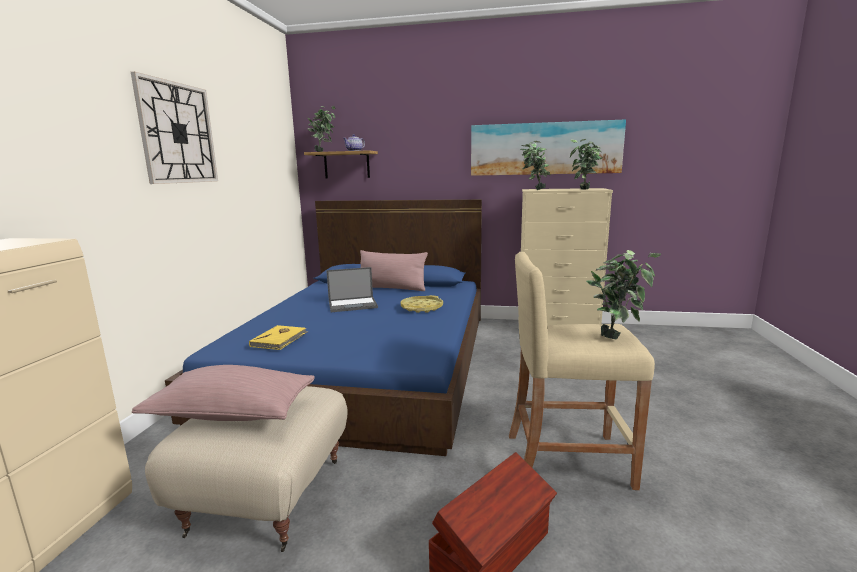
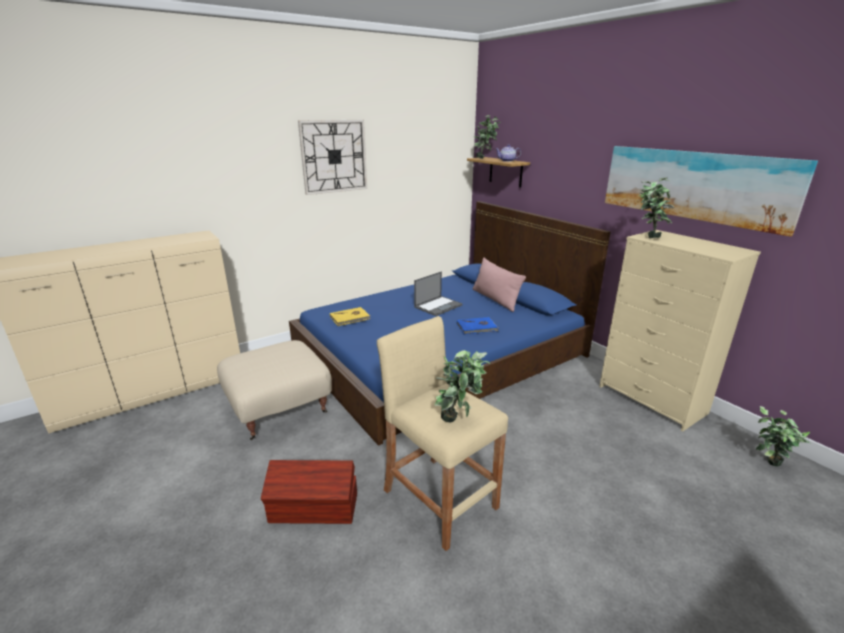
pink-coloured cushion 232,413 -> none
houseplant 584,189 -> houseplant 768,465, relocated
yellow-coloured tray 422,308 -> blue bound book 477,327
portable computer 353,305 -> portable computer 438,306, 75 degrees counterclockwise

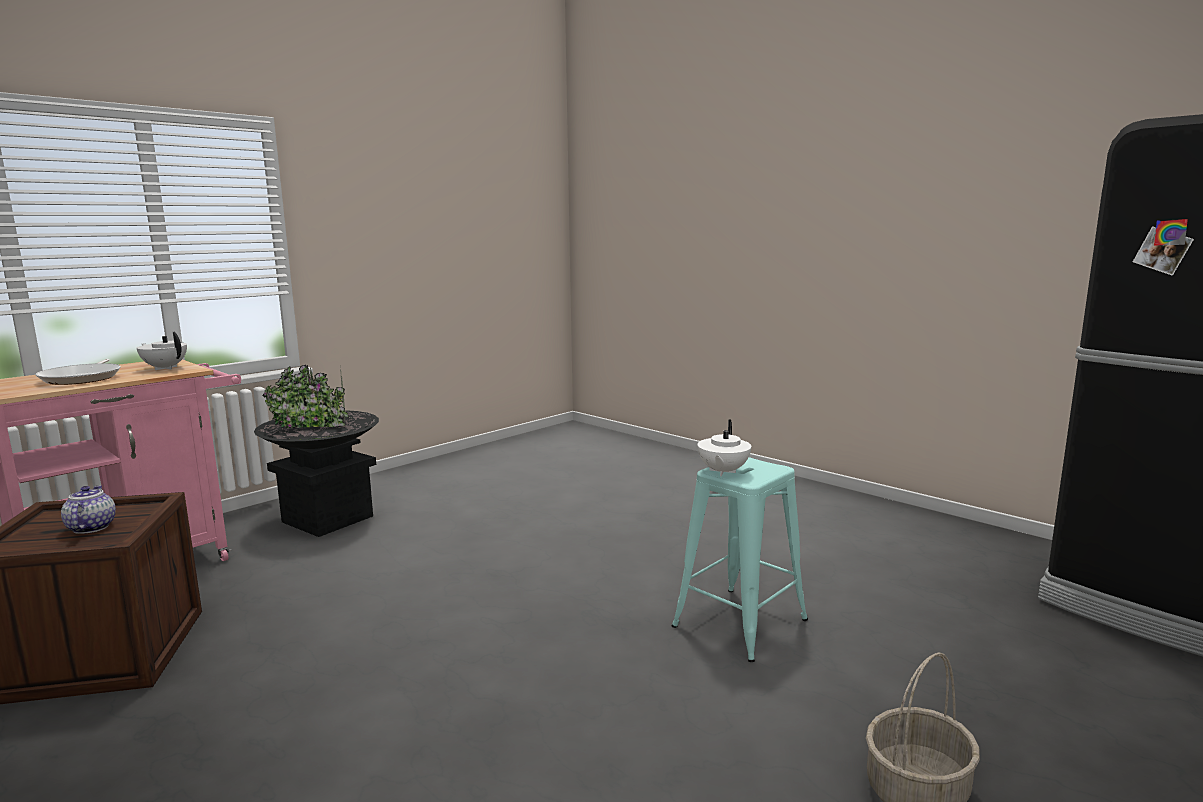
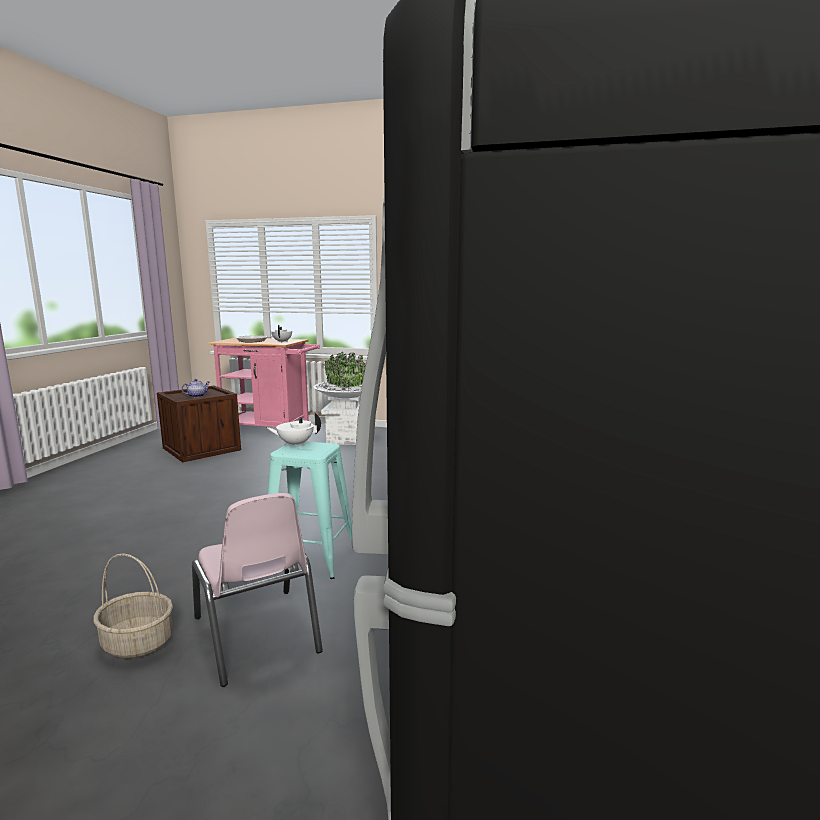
none -> pink-coloured plain chair 257,634
black flower pot 328,519 -> white-coloured flower pot 347,439

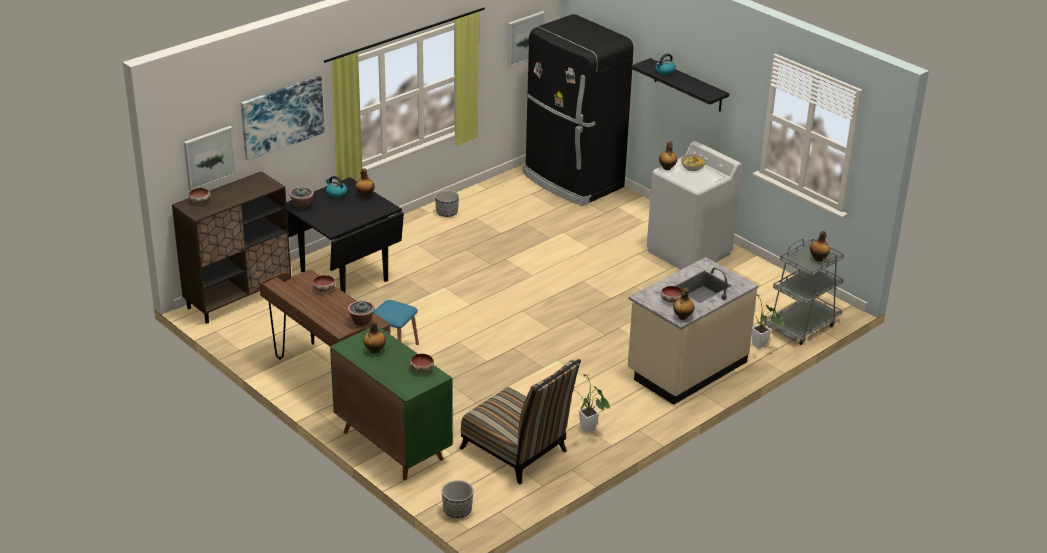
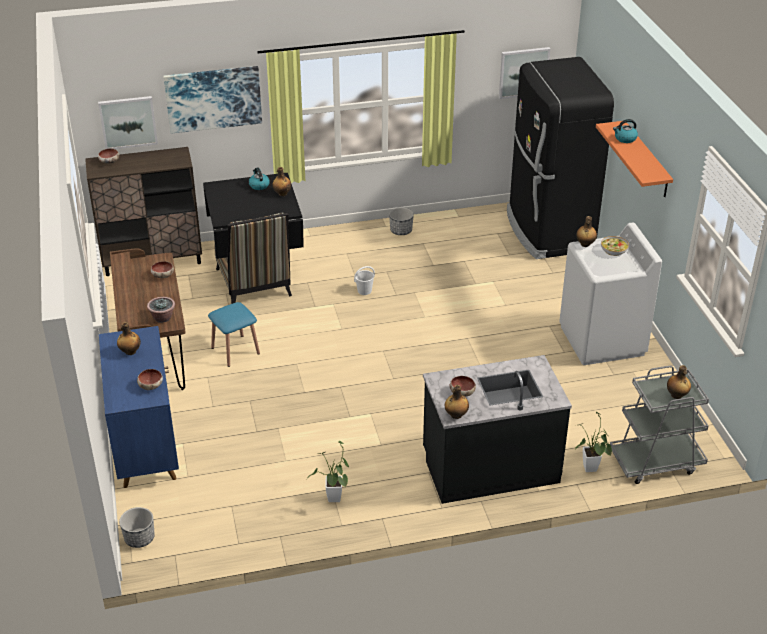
houseplant 302,205 -> none
none -> white-coloured pail 364,291
plain chair 518,453 -> plain chair 254,285, relocated
green-coloured cupboard 392,445 -> blue cupboard 146,447
sand-coloured counter 686,367 -> black counter 490,467
black bracket shelf 688,85 -> orangey bracket shelf 646,160

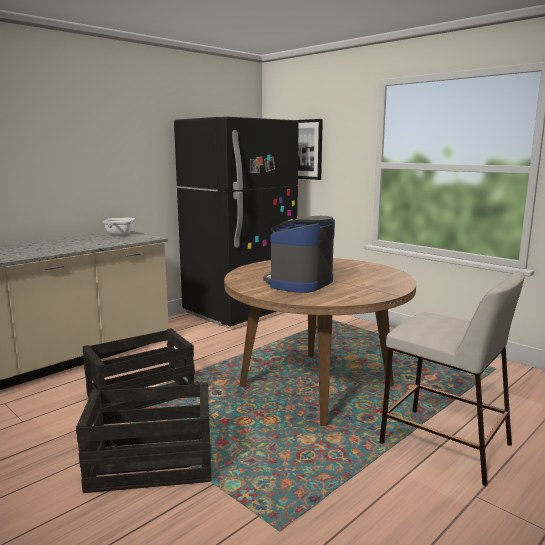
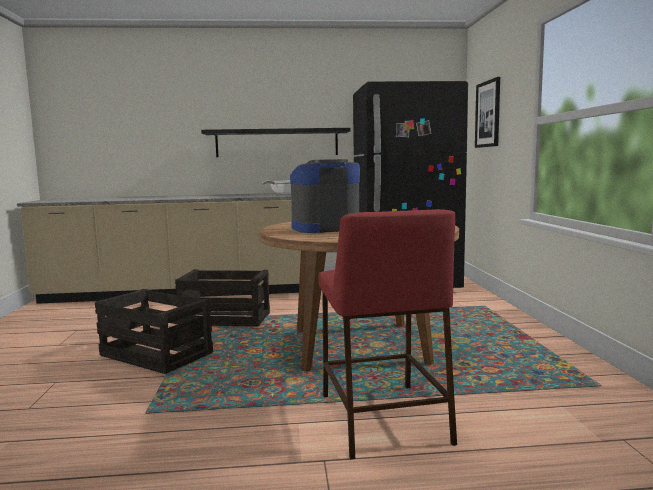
none -> black bracket shelf 277,143
sand-coloured stool seat 443,443 -> red-coloured stool seat 382,417

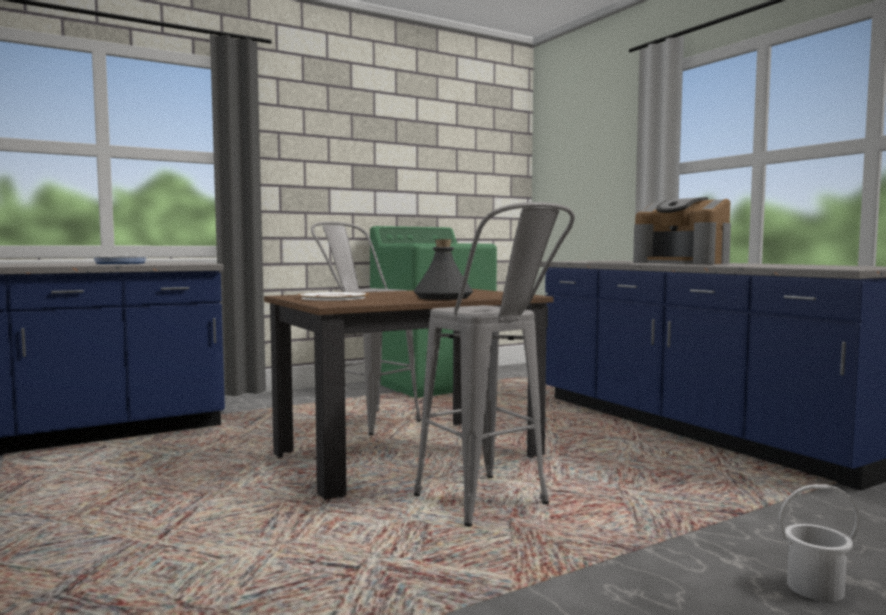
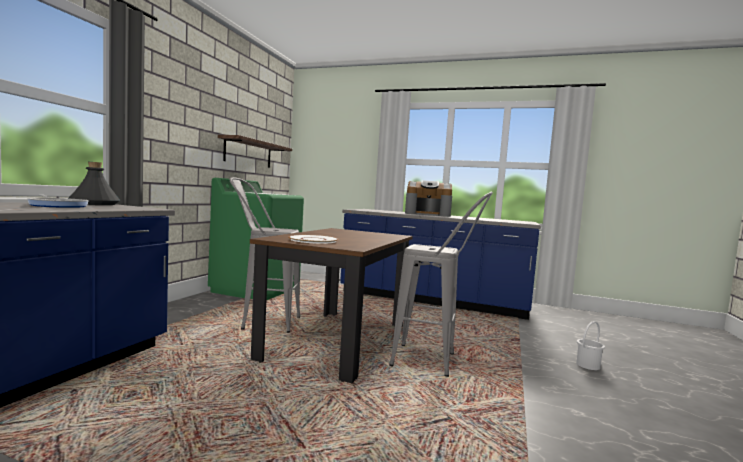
none -> bracket shelf 248,153
greyish beverage bottle 443,298 -> greyish beverage bottle 94,204, relocated

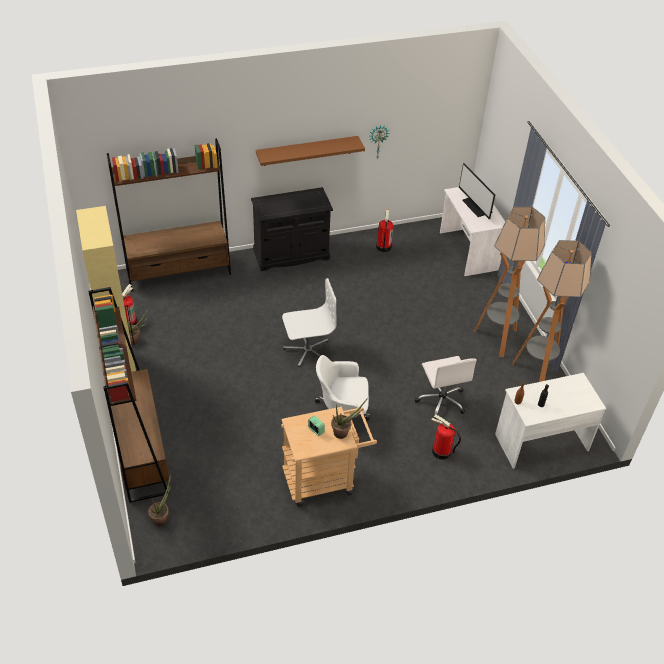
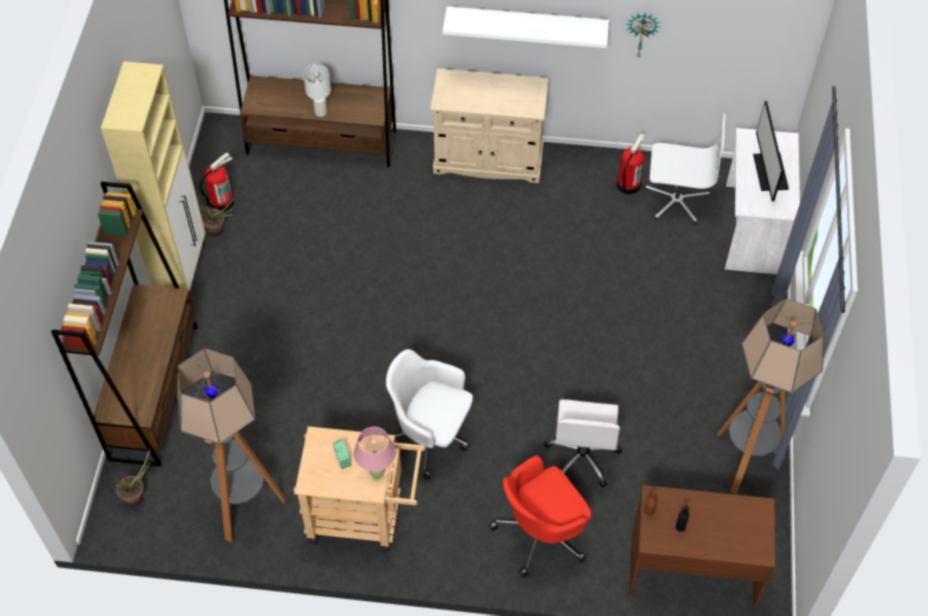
none -> white-coloured tabletop lamp 321,112
white-coloured computer chair 307,350 -> white-coloured computer chair 676,200, relocated
floor lamp 497,339 -> floor lamp 245,506, relocated
houseplant 344,433 -> pink-coloured tabletop lamp 377,475
fire extinguisher 441,451 -> red-coloured computer chair 541,533
black cupboard 291,254 -> sand-coloured cupboard 488,159
brown-coloured bracket shelf 307,151 -> white-coloured bracket shelf 527,23
white-coloured desk unit 540,441 -> brown-coloured desk unit 692,569

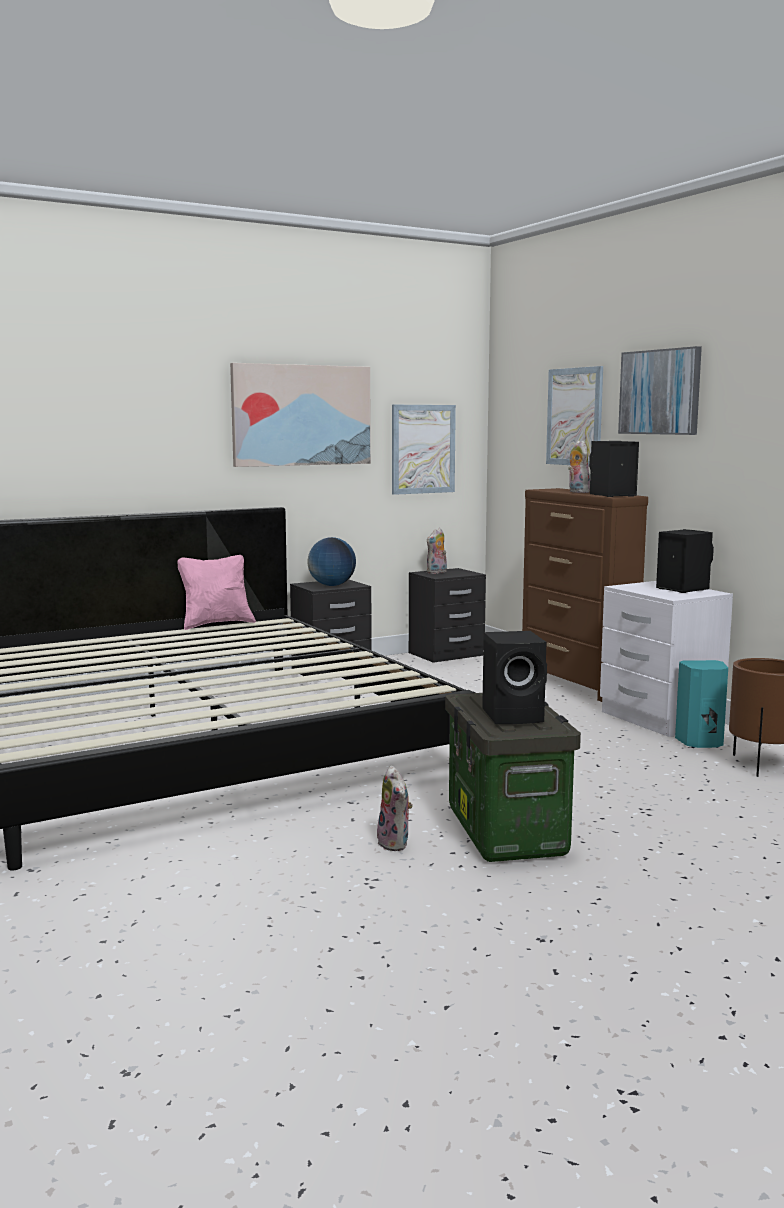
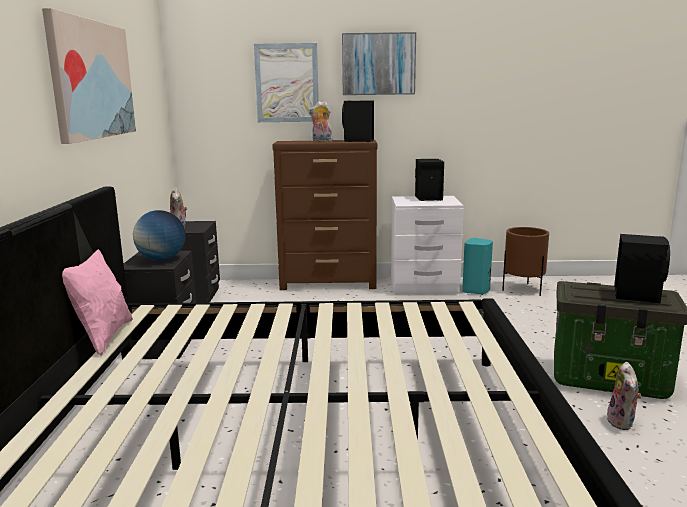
picture 423,449 -> none
cuddly toy 396,843 -> cuddly toy 622,422, 90 degrees clockwise

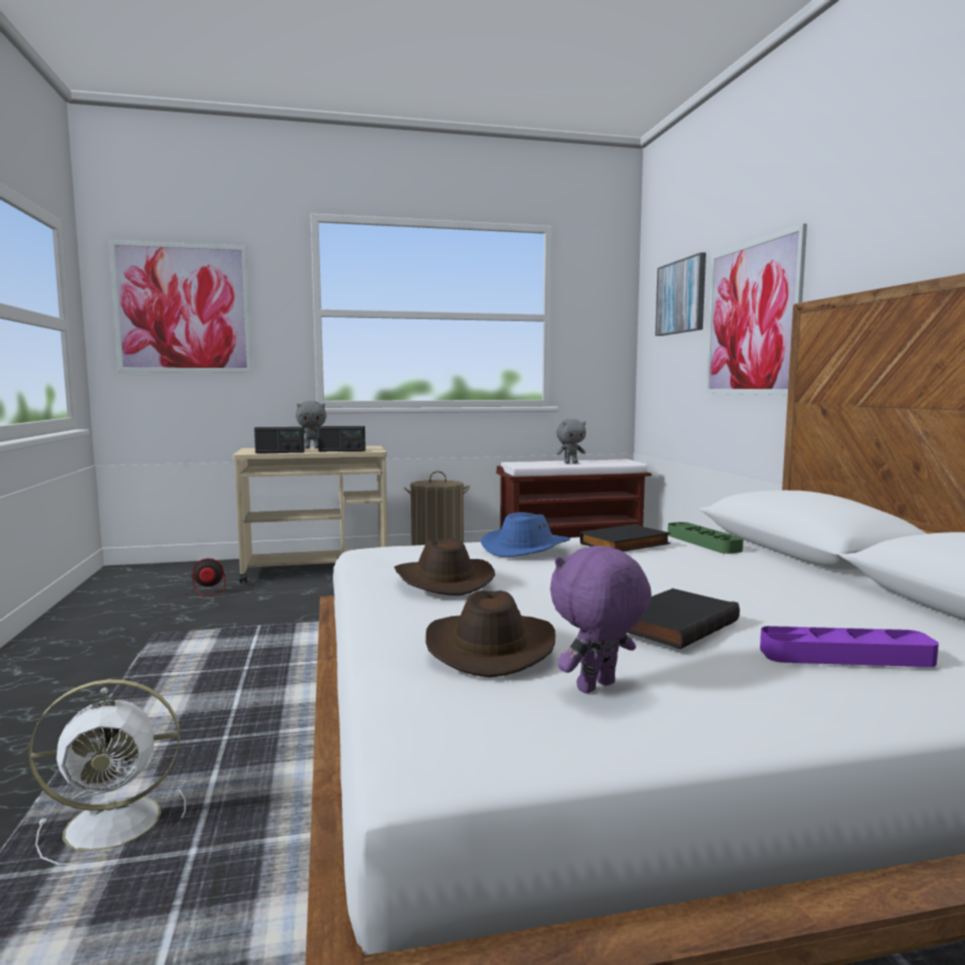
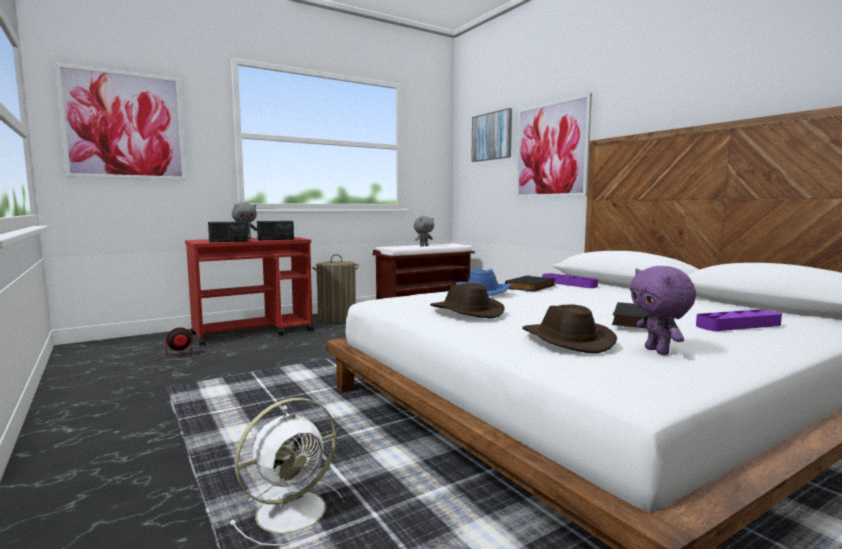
sand-coloured cart 317,570 -> red-coloured cart 254,332
green-coloured tray 703,542 -> purplish tray 569,284
purplish cuddly toy 597,688 -> purplish cuddly toy 658,351, 45 degrees counterclockwise

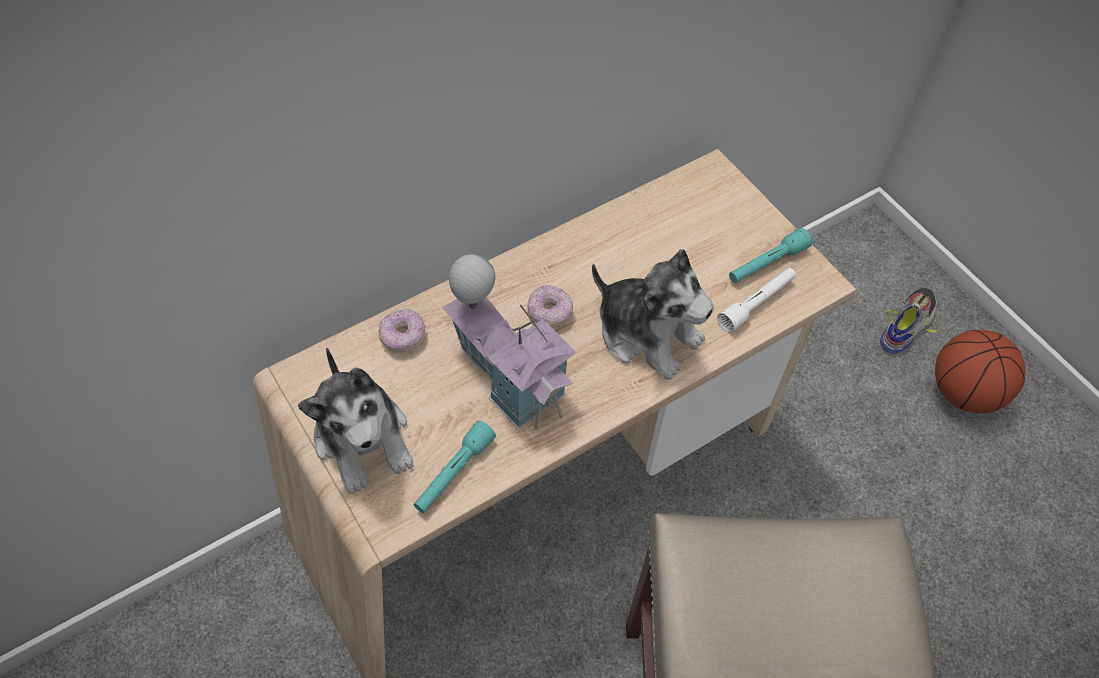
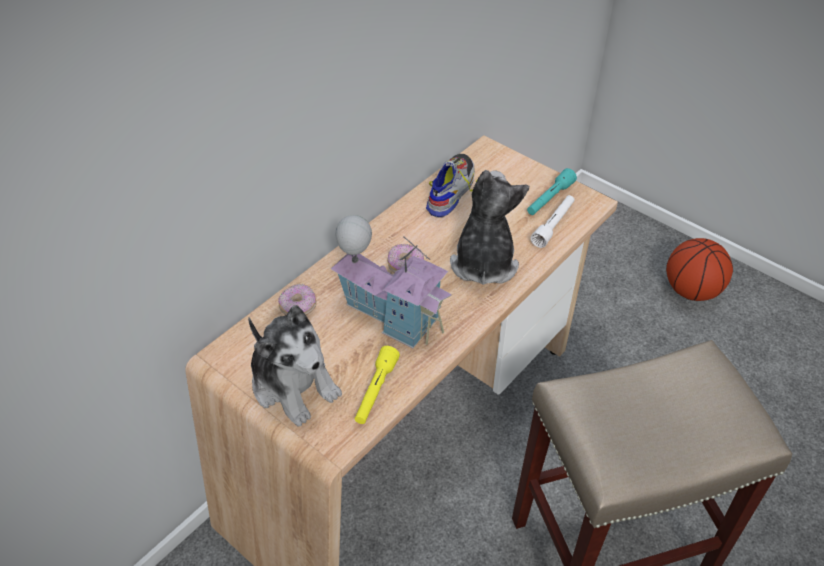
item of footwear 907,324 -> item of footwear 450,189, relocated
turquoise-coloured hand torch 454,473 -> yellow-coloured hand torch 375,391
cuddly toy 647,334 -> cuddly toy 483,262, 105 degrees counterclockwise

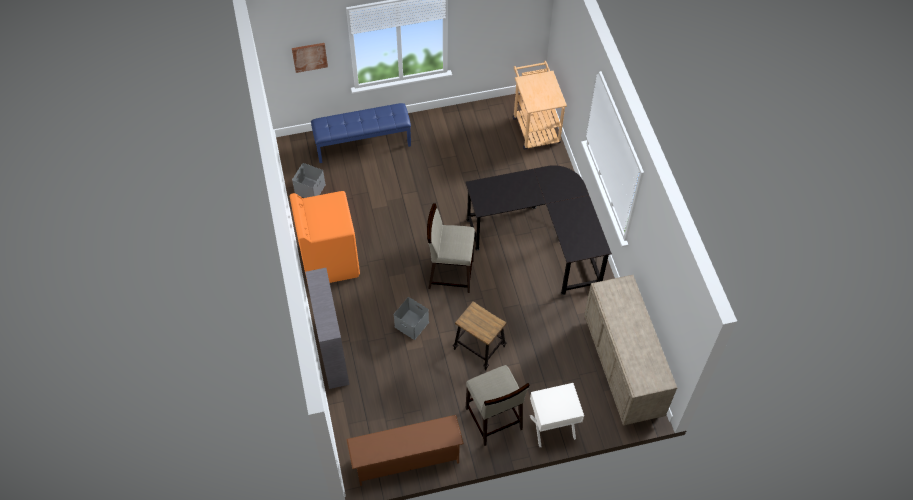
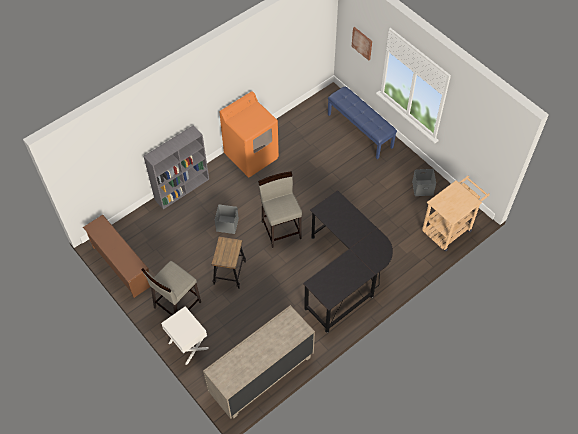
greyish storage container 310,188 -> greyish storage container 423,187, relocated

